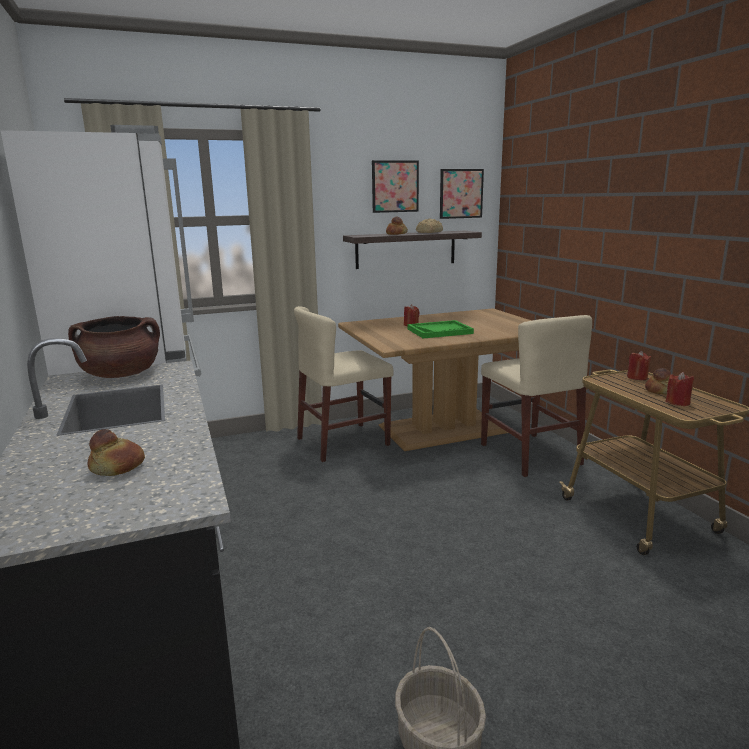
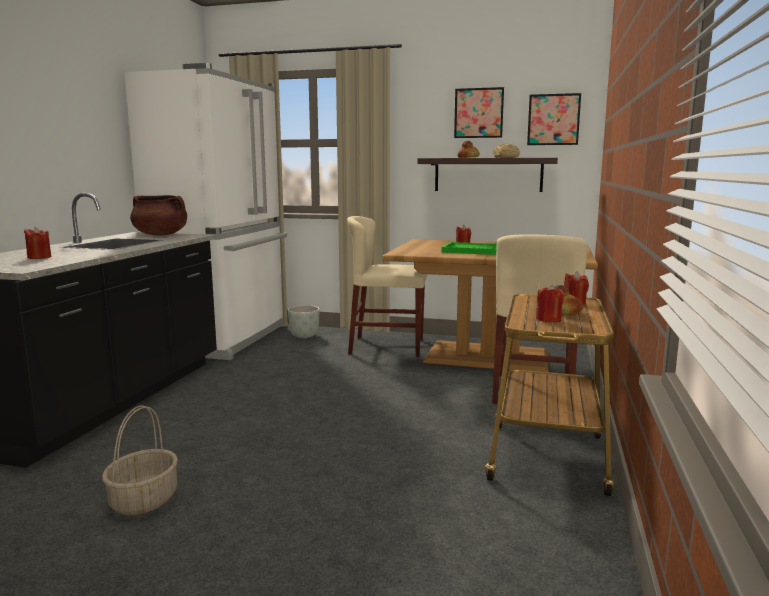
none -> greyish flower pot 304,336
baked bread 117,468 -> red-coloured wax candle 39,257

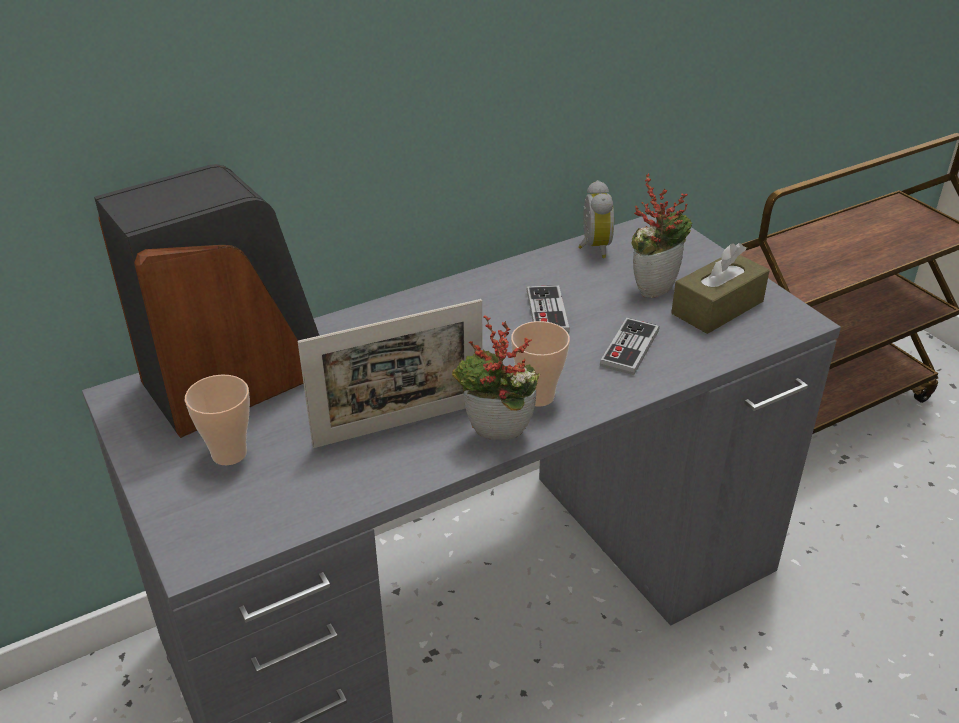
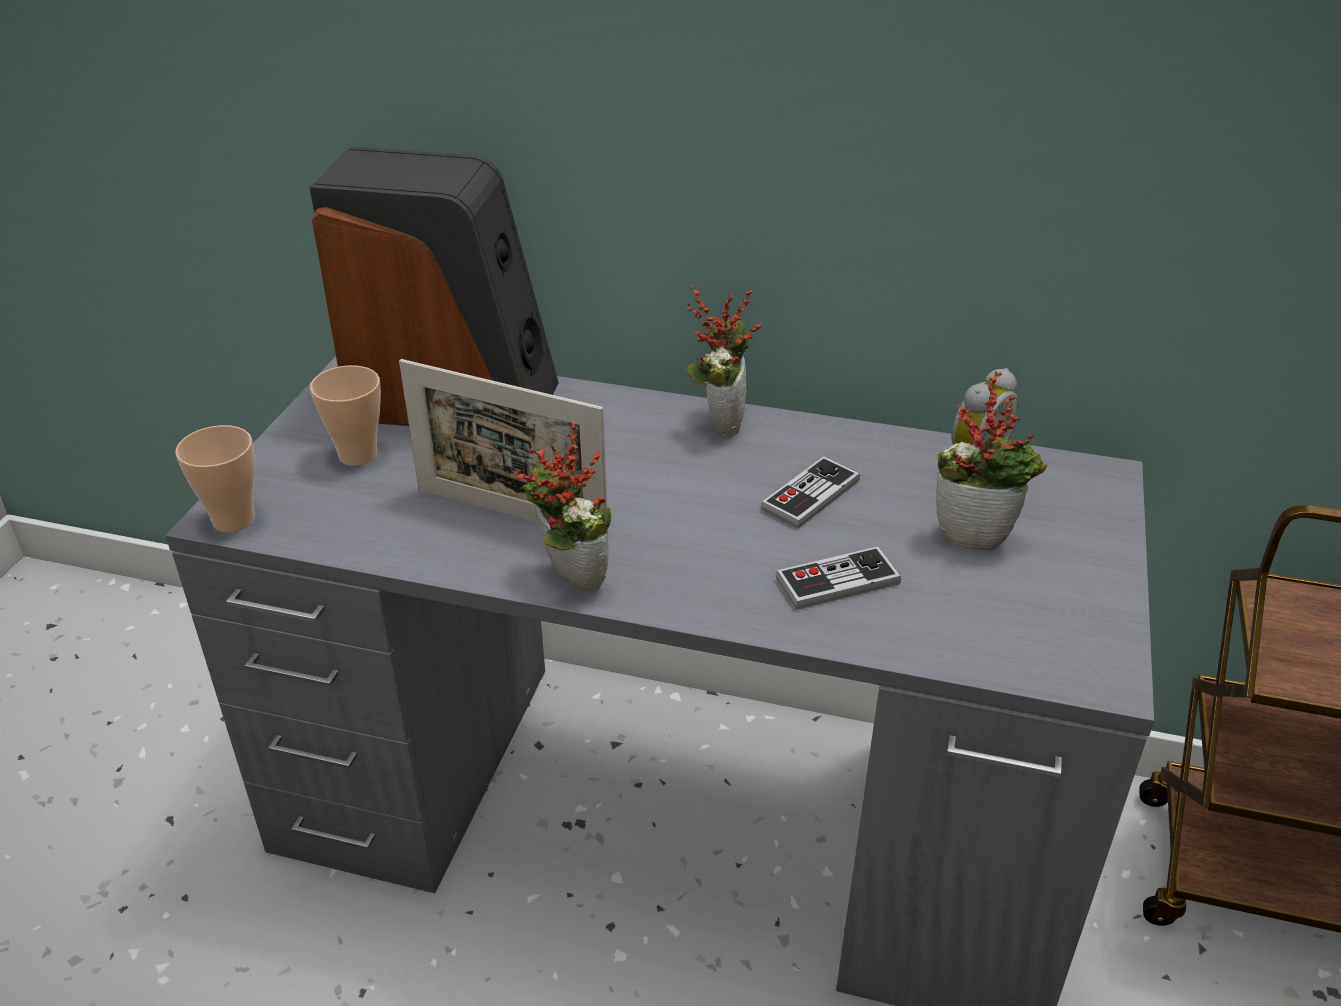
brown-coloured tissue box 717,307 -> none
none -> houseplant 720,422
cup 538,396 -> cup 233,520, relocated

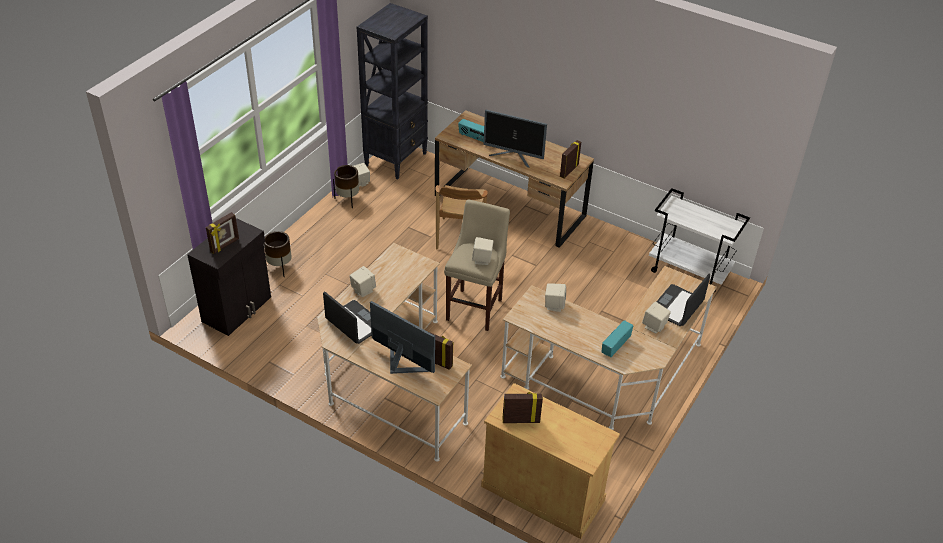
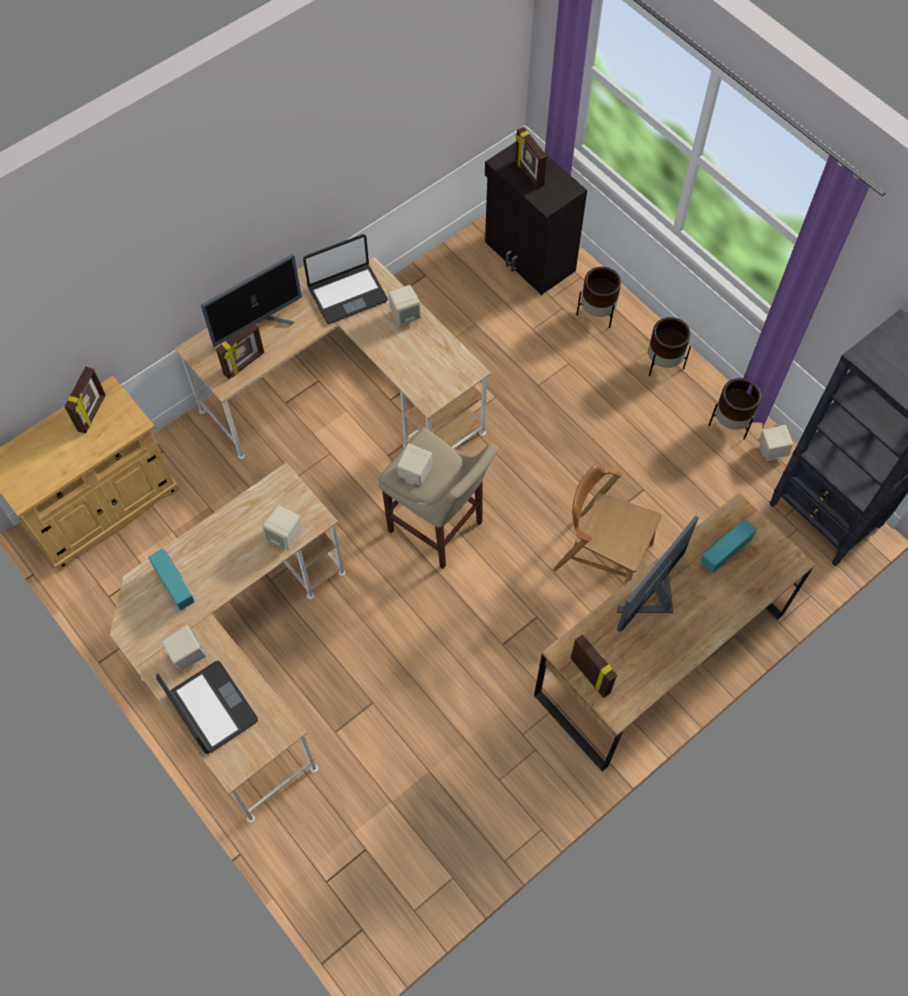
white-coloured cart 689,272 -> none
none -> brown-coloured flower pot 662,363

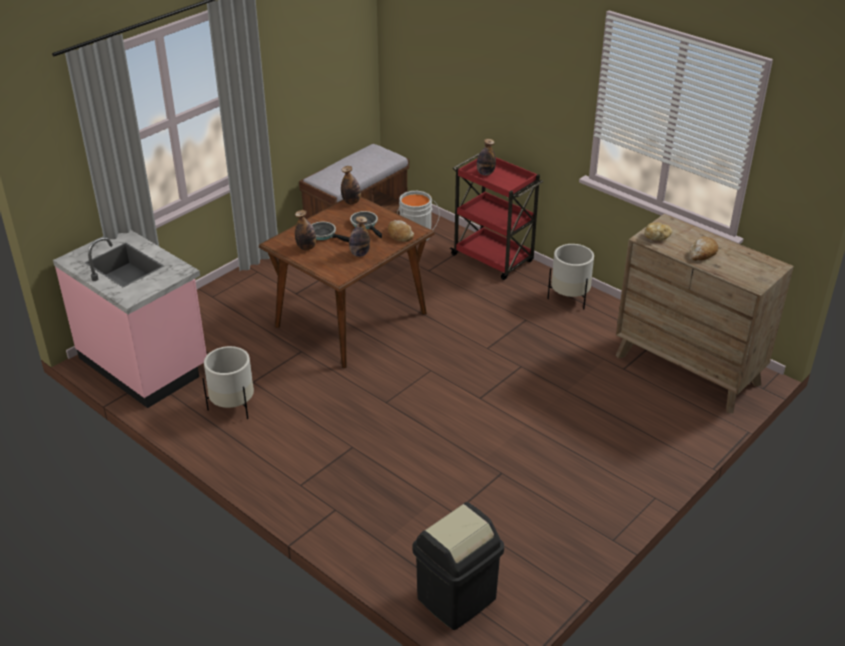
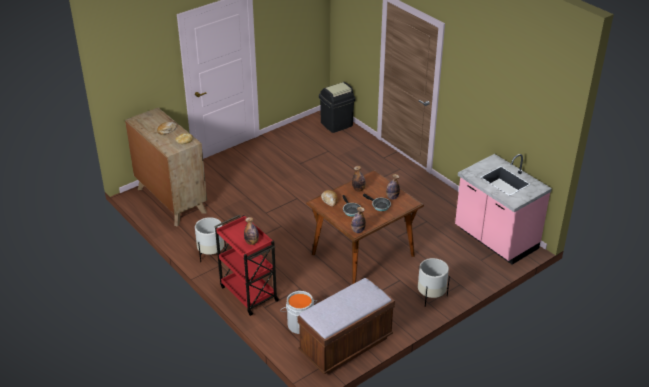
white-coloured flower pot 233,406 -> white-coloured flower pot 431,296, relocated

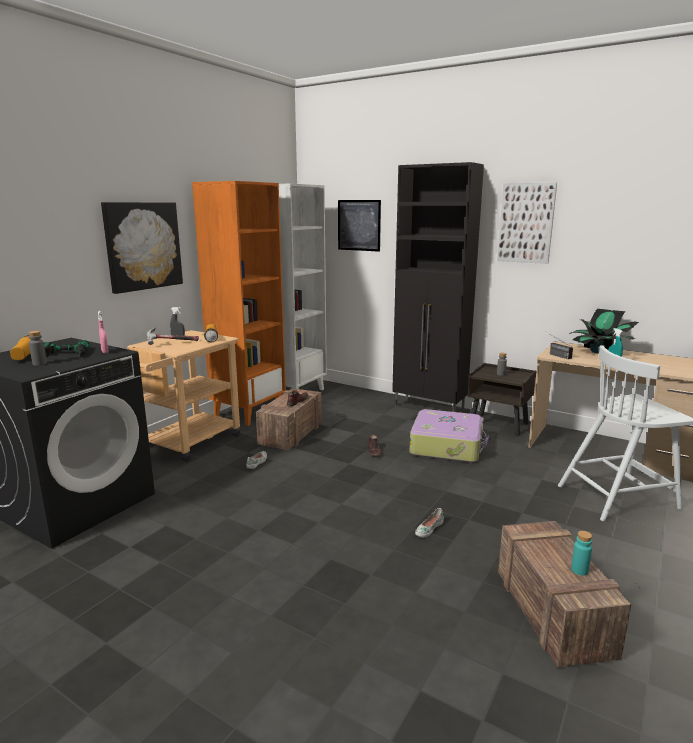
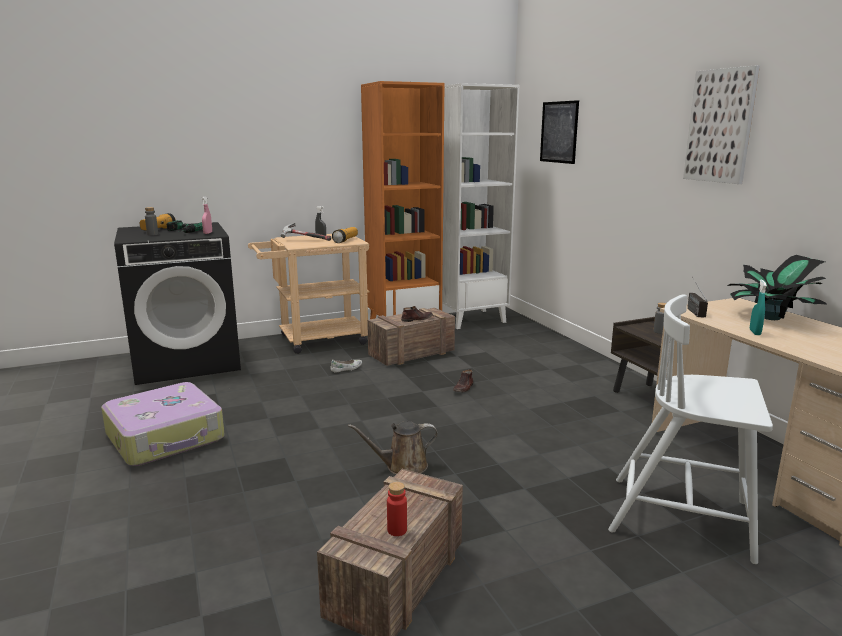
picture 143,246 -> none
black cupboard 429,408 -> none
suitcase 447,446 -> suitcase 166,437, relocated
white-coloured item of footwear 428,529 -> brown-coloured watering can 402,466
turquoise-coloured beverage bottle 579,570 -> red-coloured beverage bottle 397,530

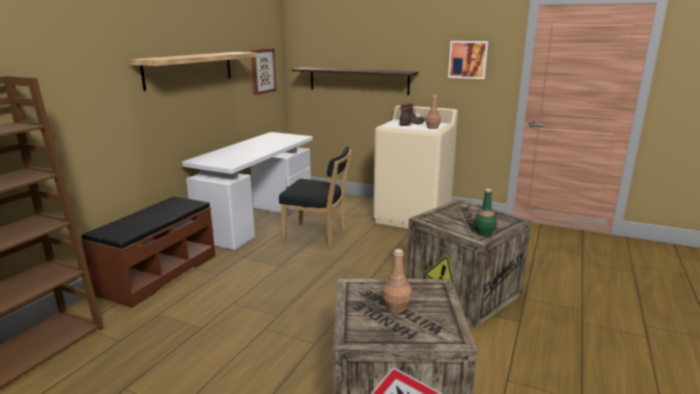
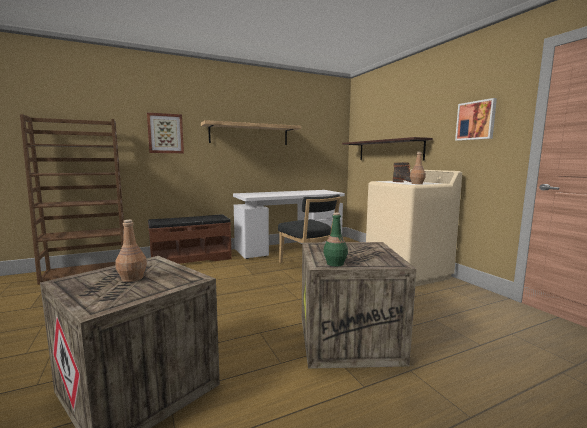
picture 262,71 -> picture 165,133, relocated

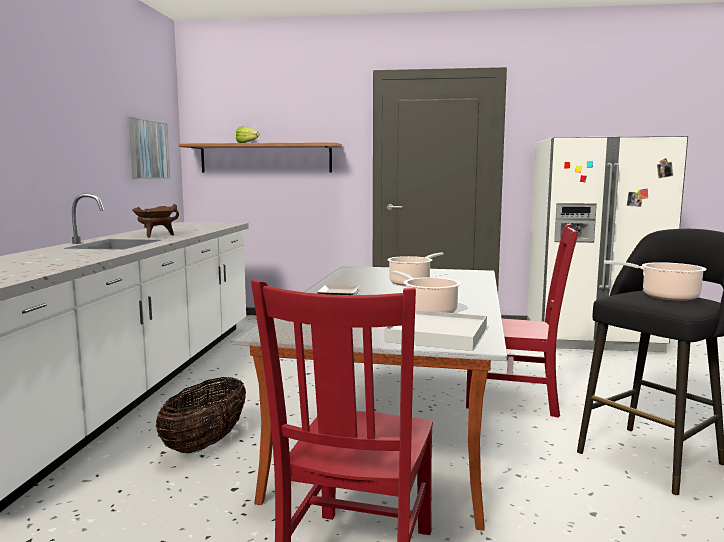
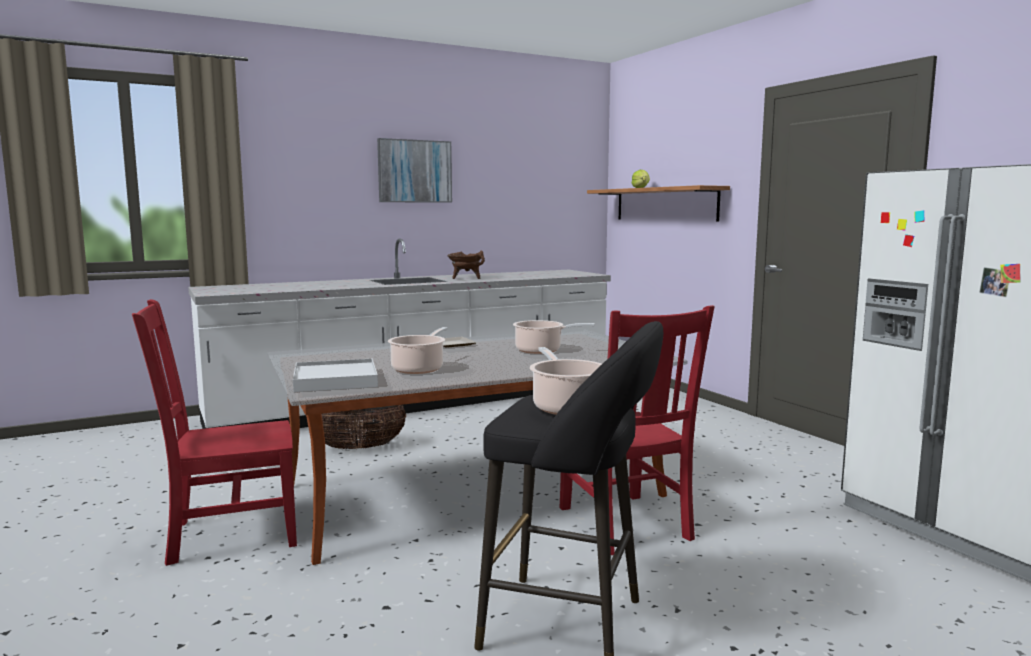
picture 148,149 -> picture 414,171, relocated

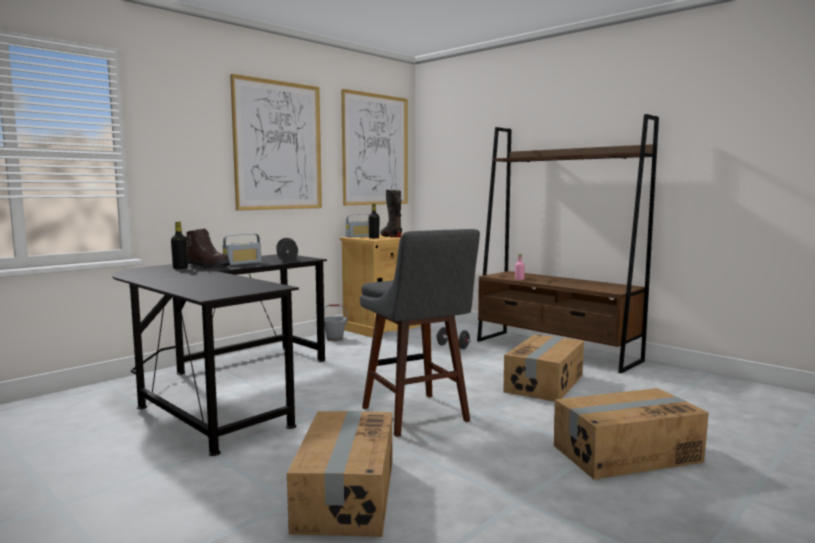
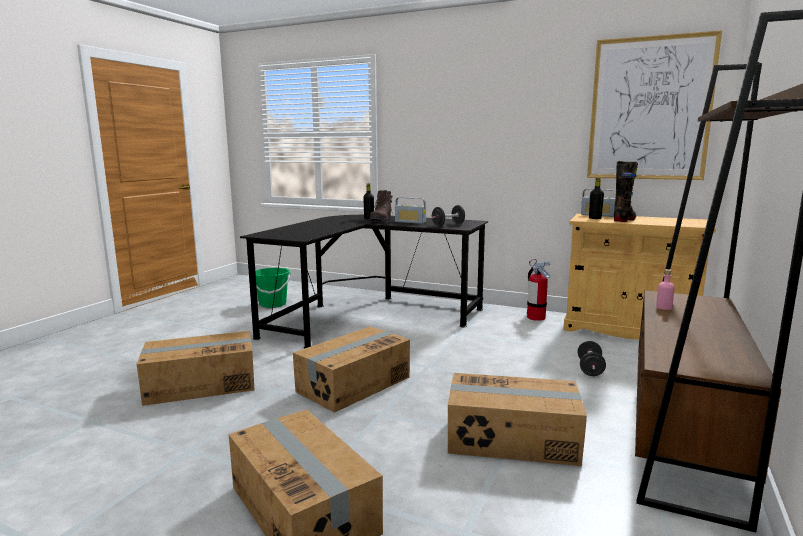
picture 278,146 -> none
none -> green-coloured pail 272,304
greyish pail 334,338 -> fire extinguisher 535,317
greyish stool seat 417,416 -> packing box 353,384

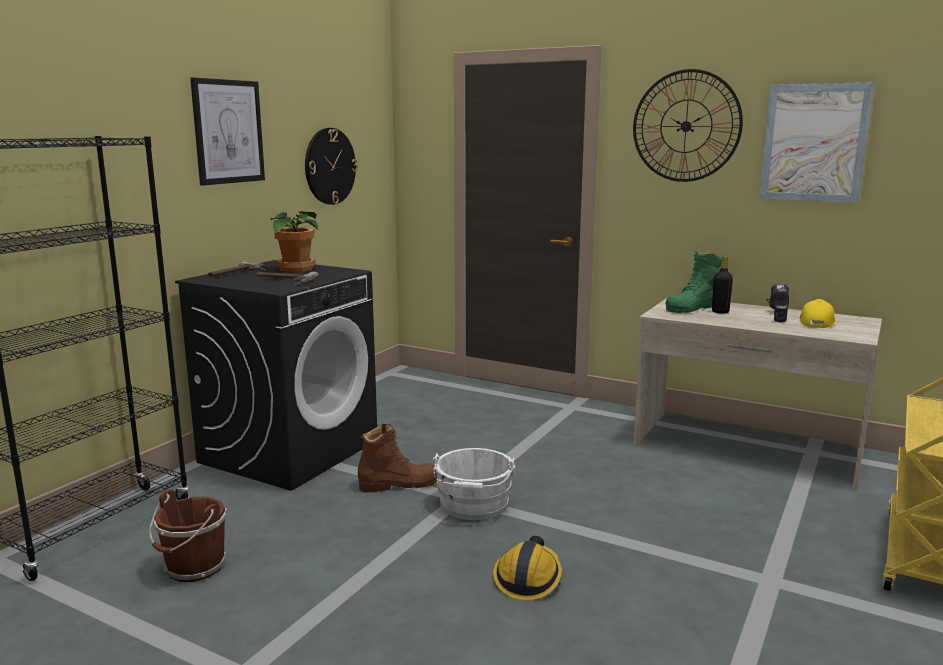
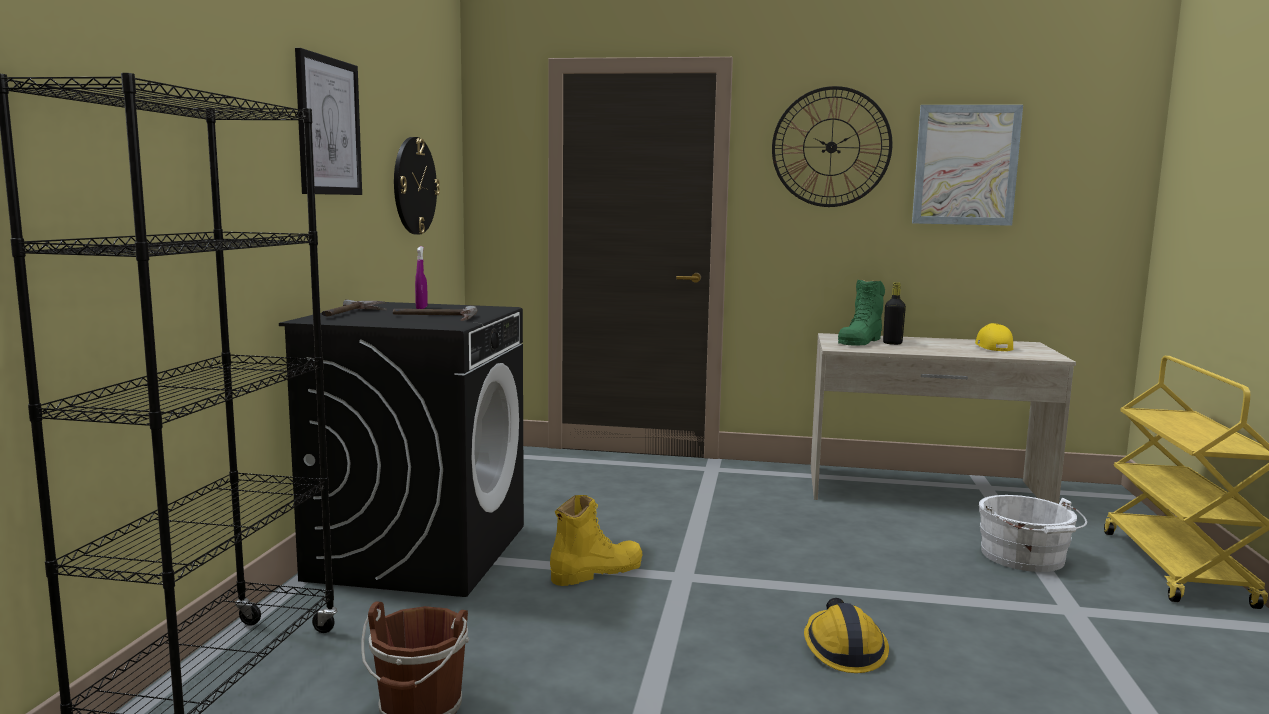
electric drill 776,316 -> none
white-coloured pail 473,506 -> white-coloured pail 1025,558, relocated
houseplant 295,269 -> purplish spray bottle 421,308
brown-coloured high-top boot 398,484 -> yellow-coloured high-top boot 596,571

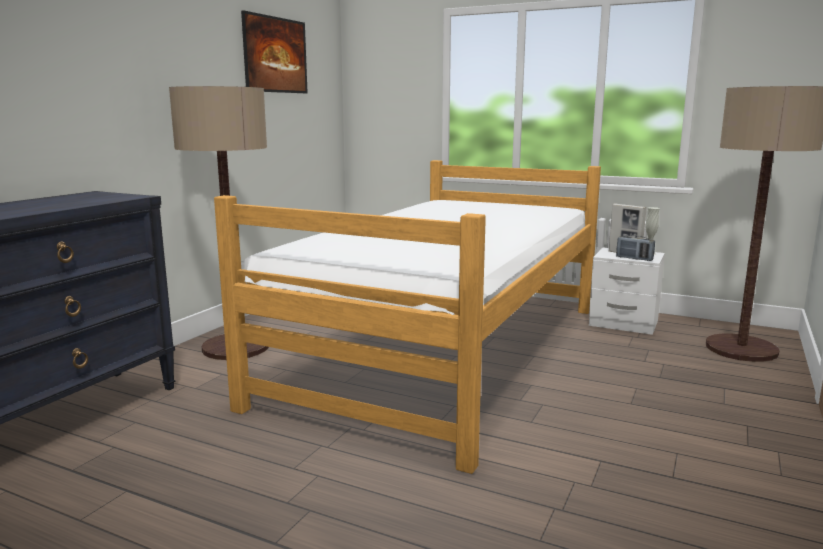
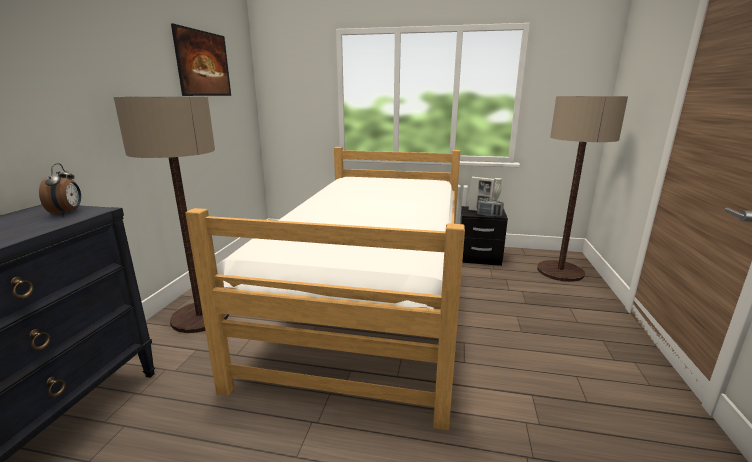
none -> table clock 67,212
white-coloured bedside table 623,323 -> black bedside table 479,258

